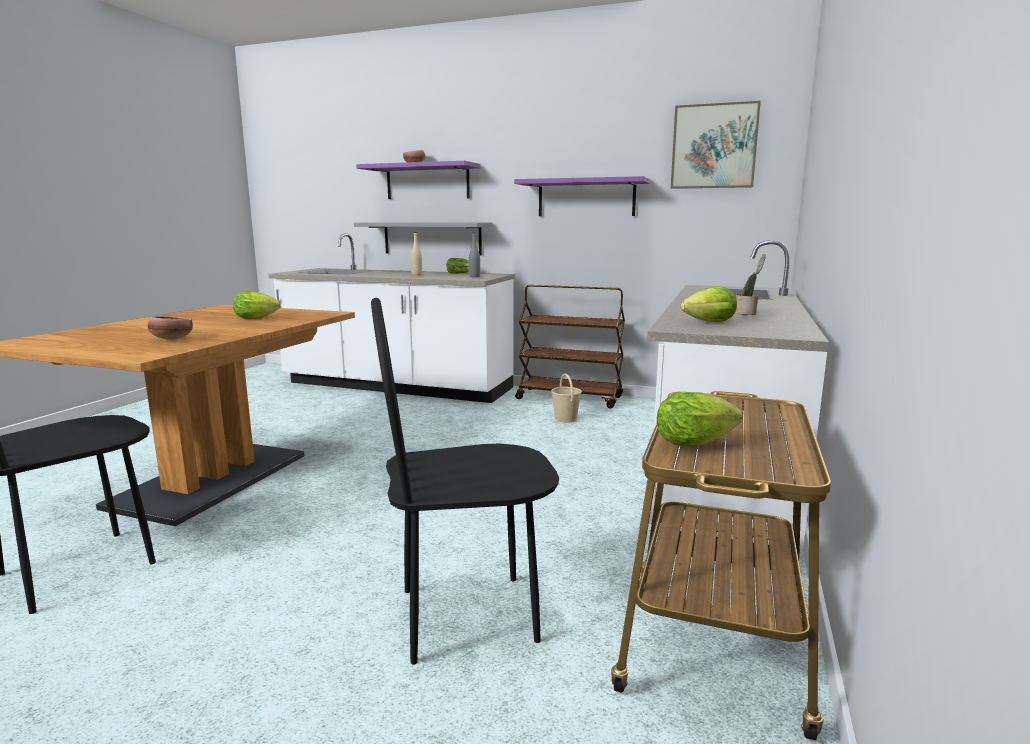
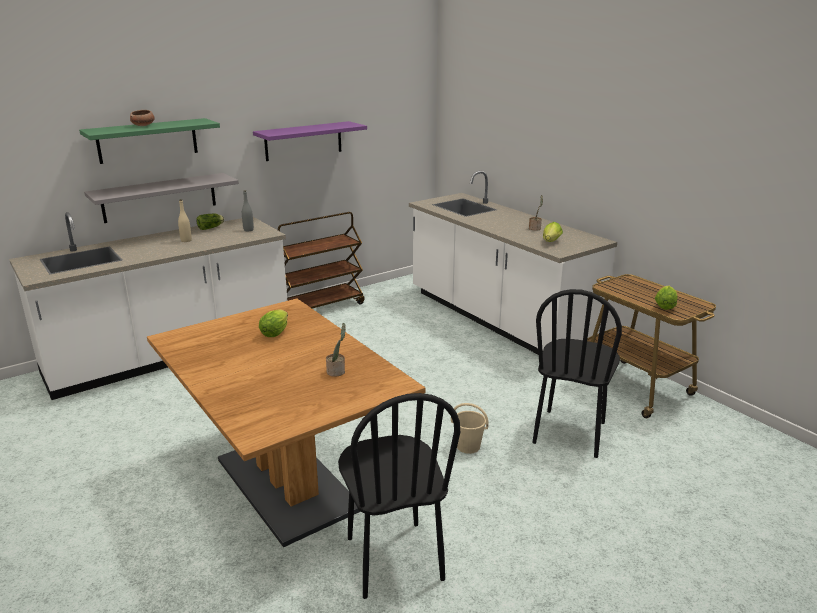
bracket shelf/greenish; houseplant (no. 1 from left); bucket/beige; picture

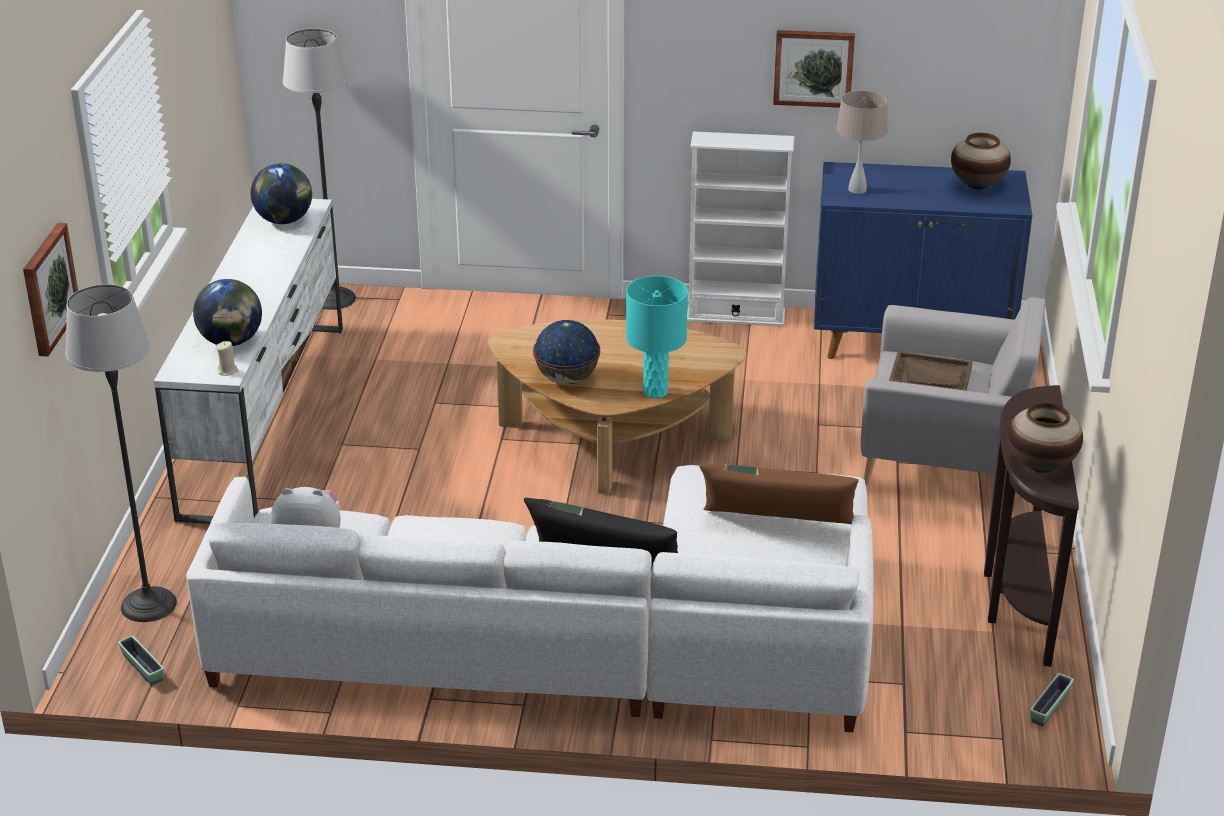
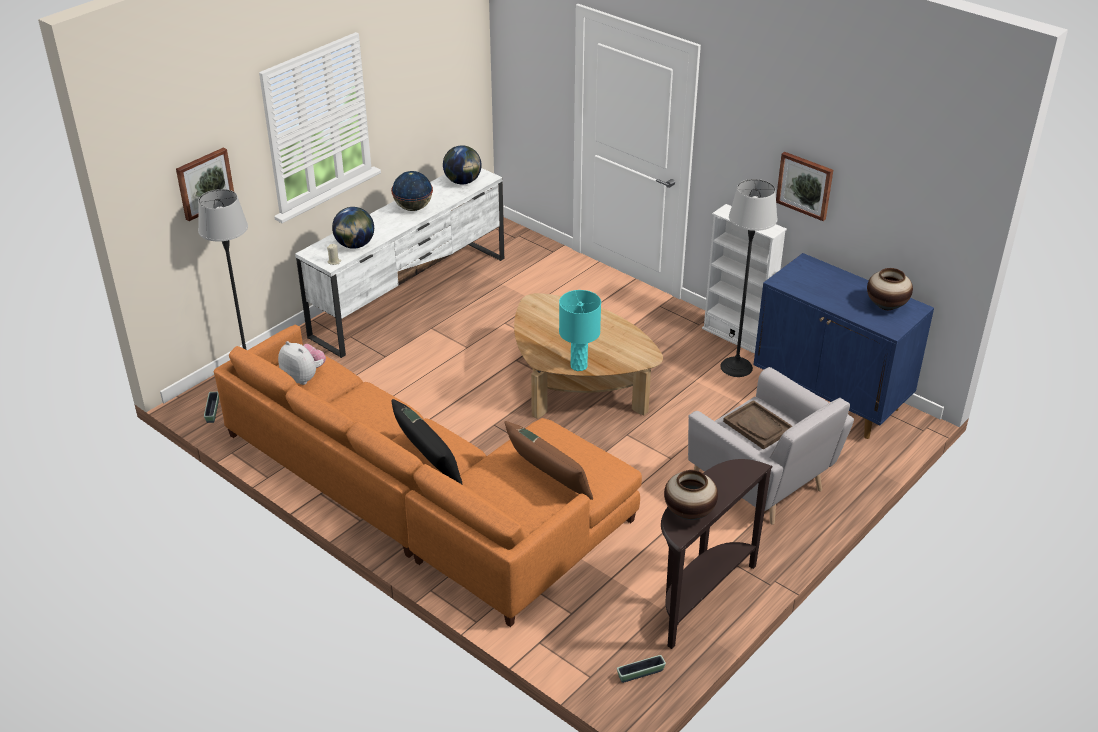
sofa/orangey; world globe (no. 2 from left); standing lamp (no. 2 from left); tabletop lamp/beige

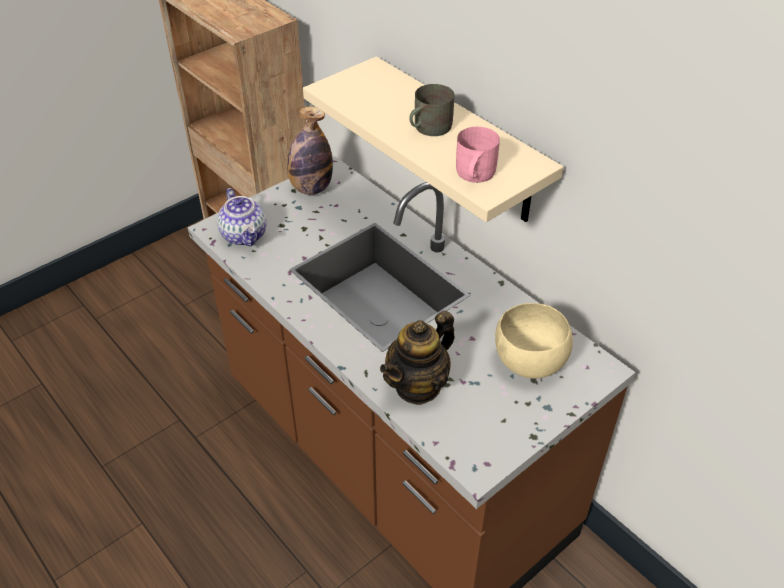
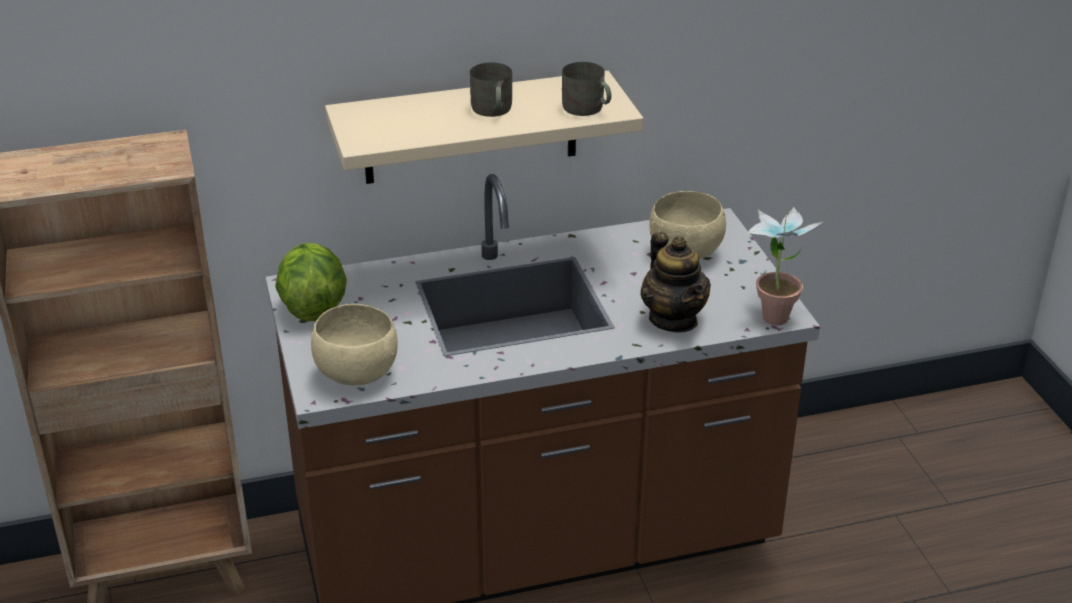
lettuce head; deep dish/beige (no. 1 from left); tea mug/gray (no. 2 from left); houseplant

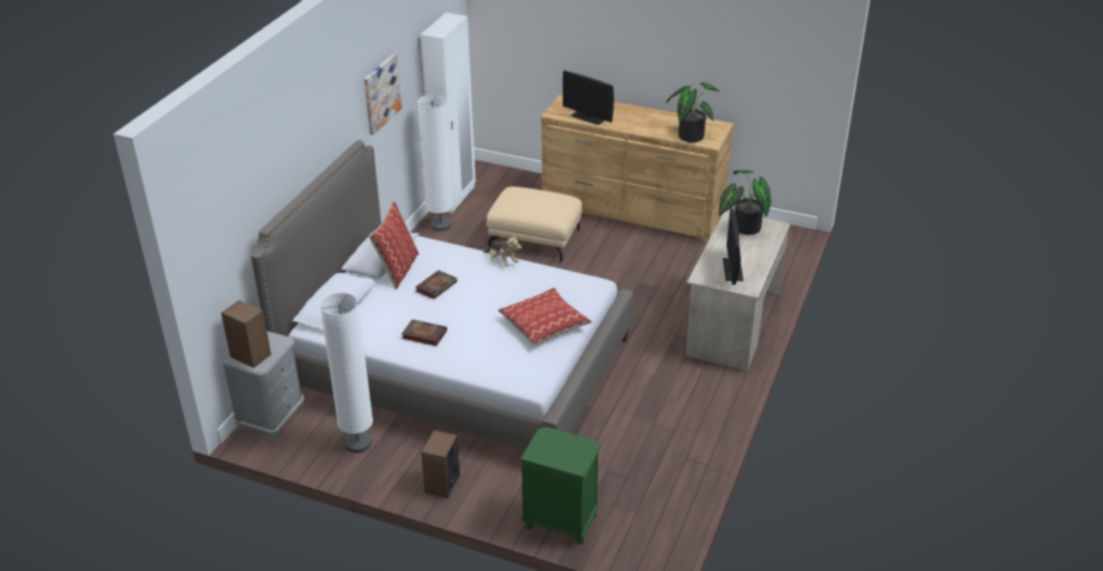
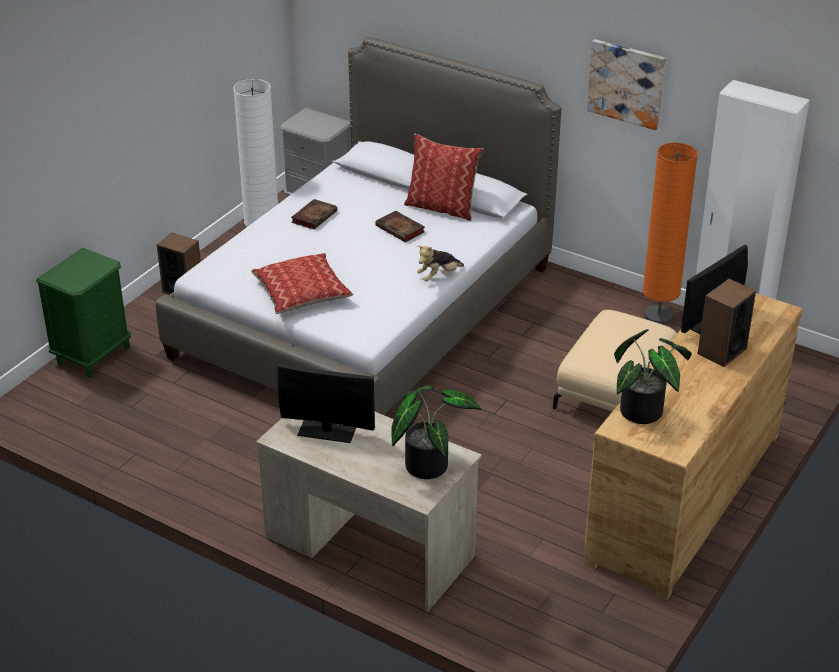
standing lamp/orangey; loudspeaker (no. 2 from left)

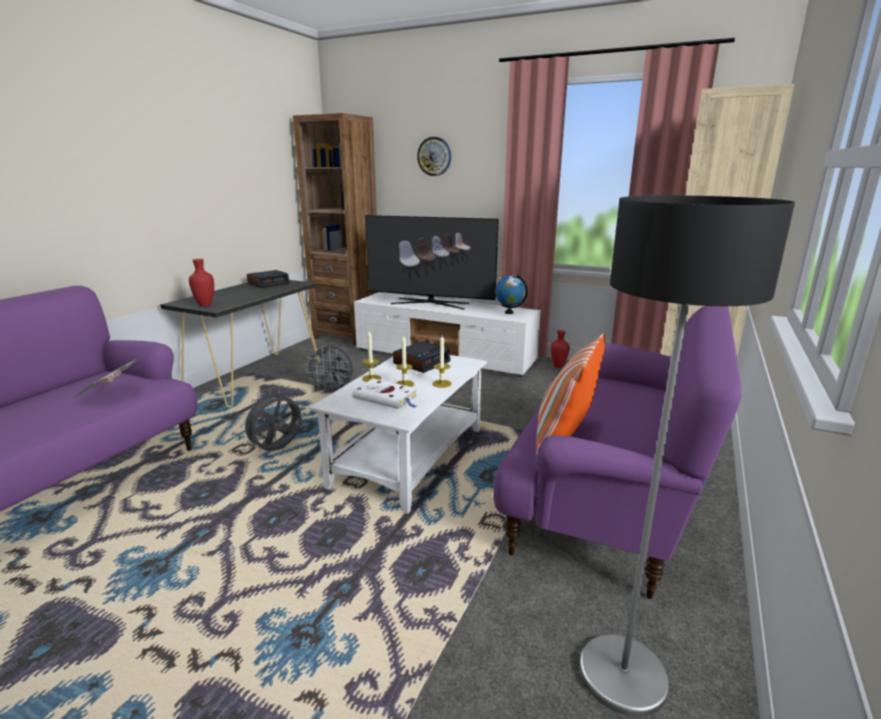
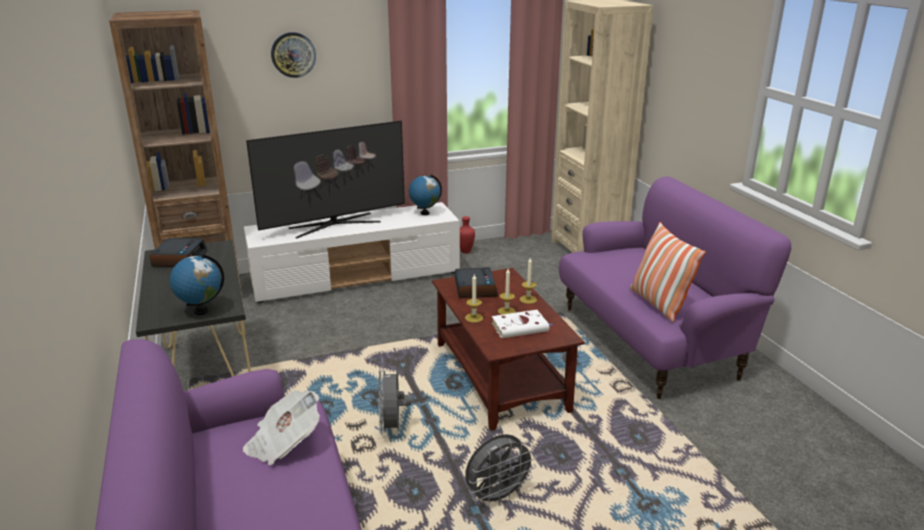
world globe (no. 1 from left); low table/brown; cooling fan/gray (no. 2 from left); standing lamp

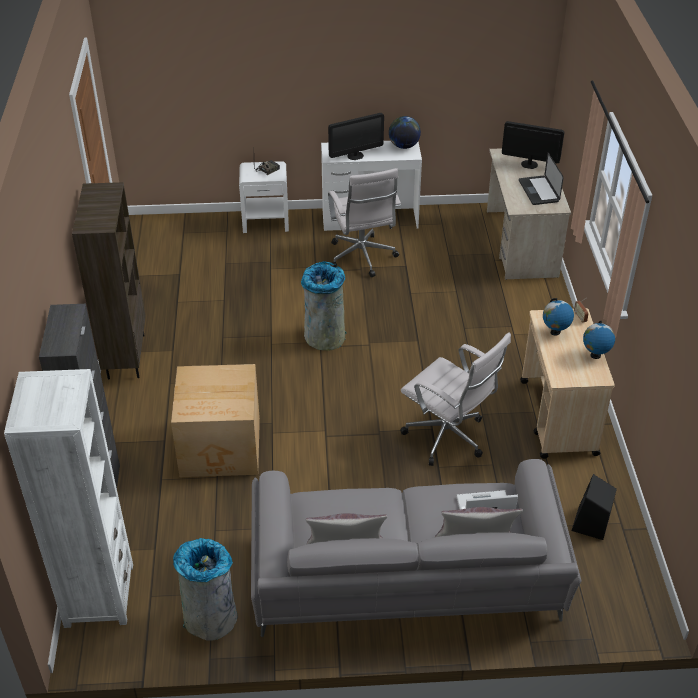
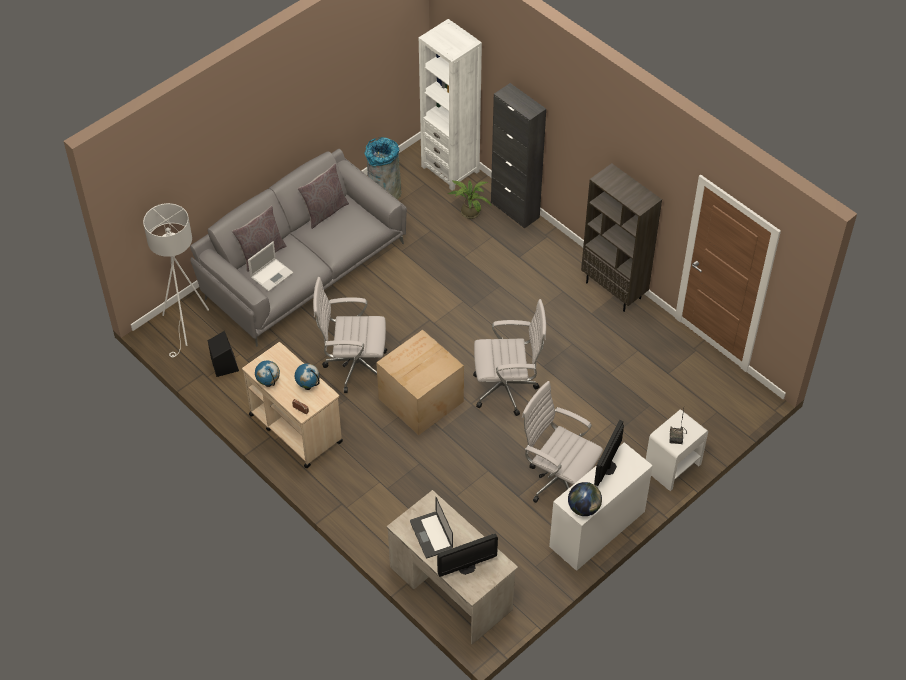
standing lamp/white; packing box; portable computer (no. 2 from left); houseplant; desk chair/white (no. 2 from left)

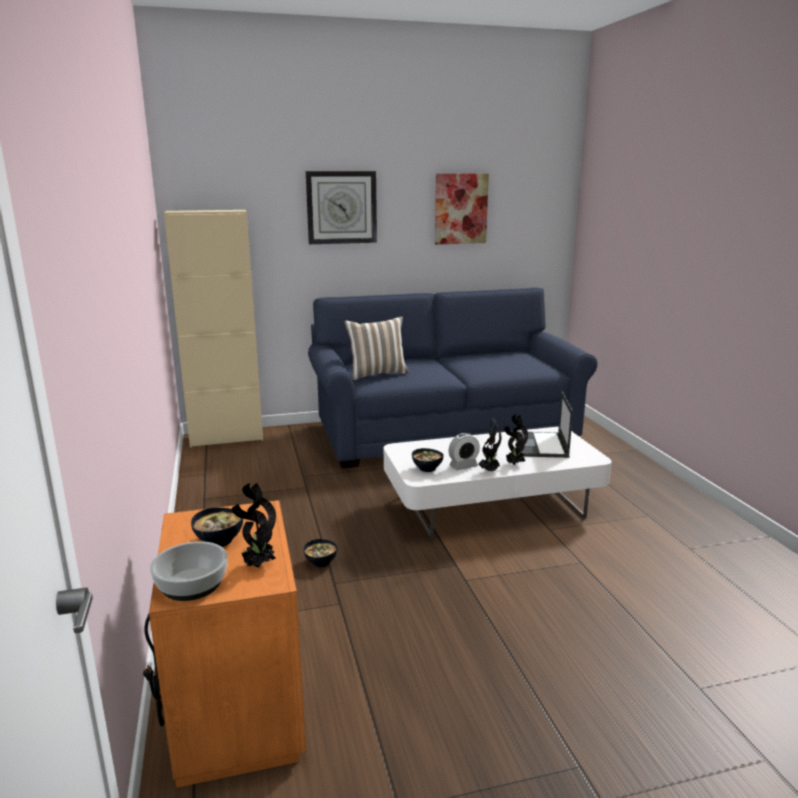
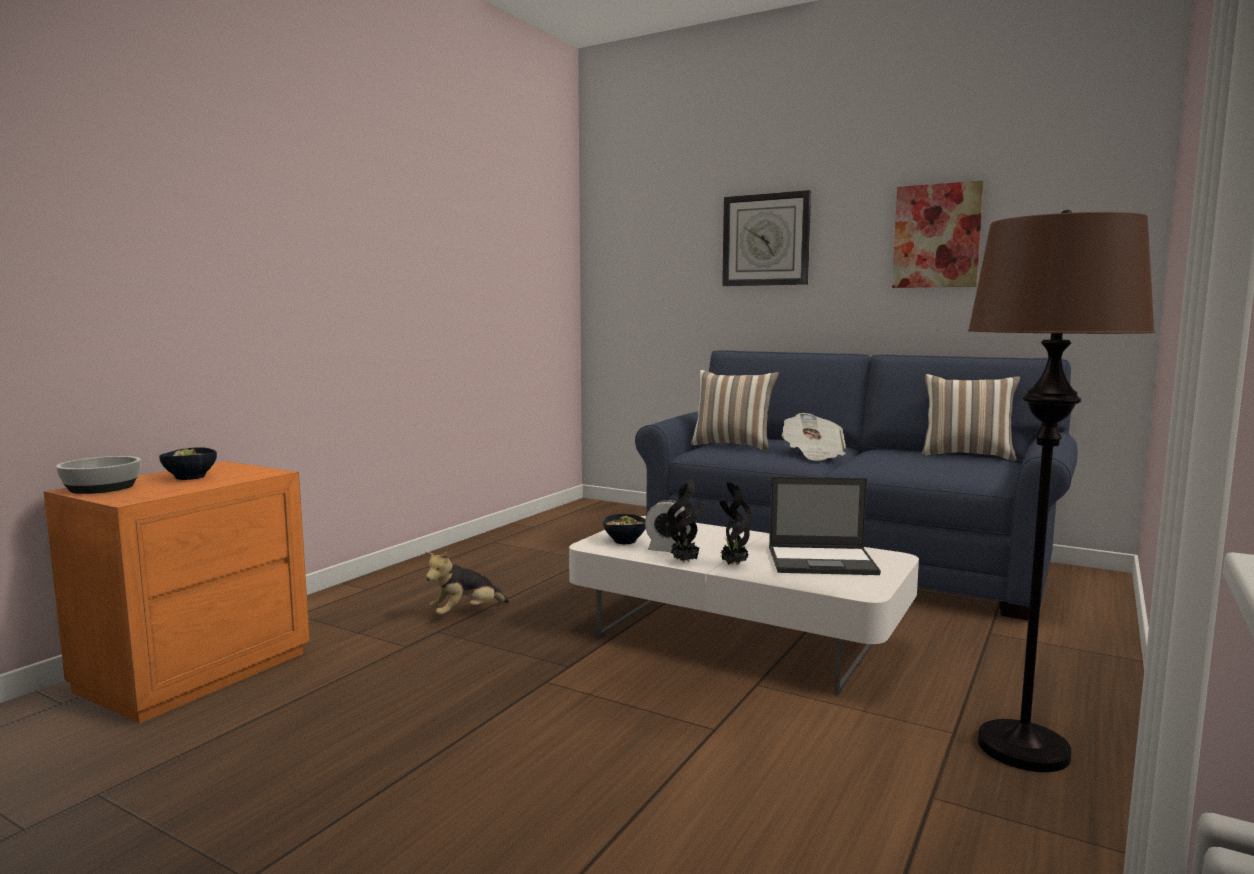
plush toy; portable computer; newspaper; throw pillow (no. 2 from left); standing lamp/brown; storage cabinet/beige; houseplant (no. 1 from left in the first image)

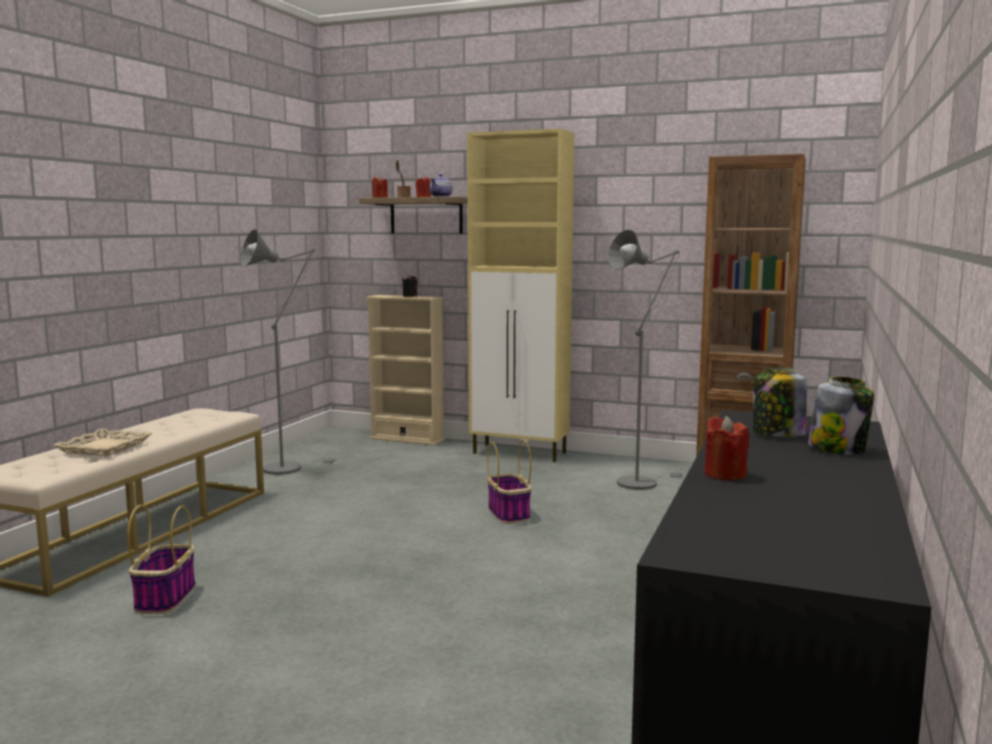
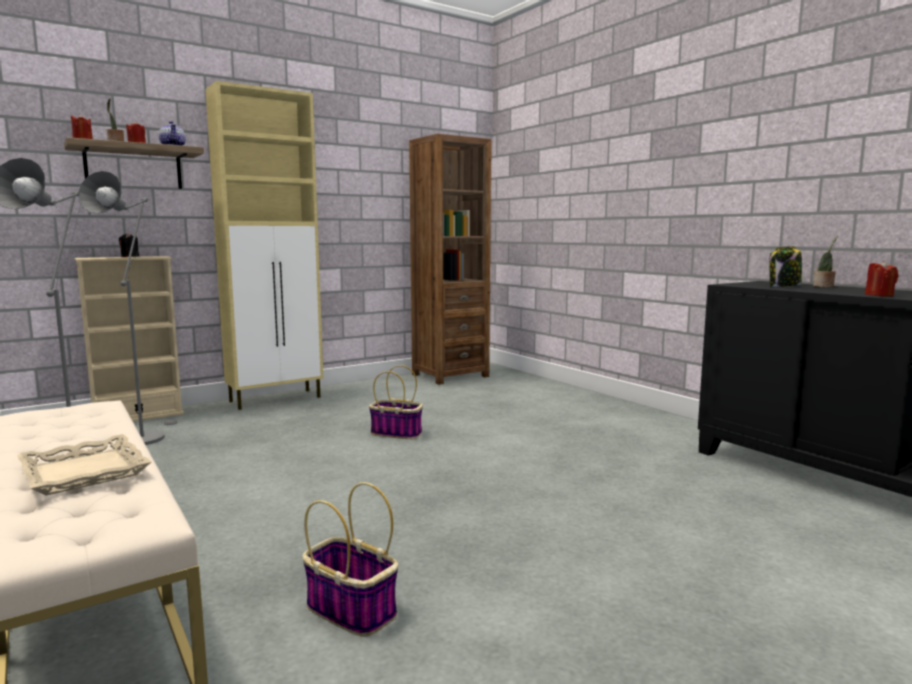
standing lamp/gray (no. 2 from left); houseplant (no. 2 from left)

